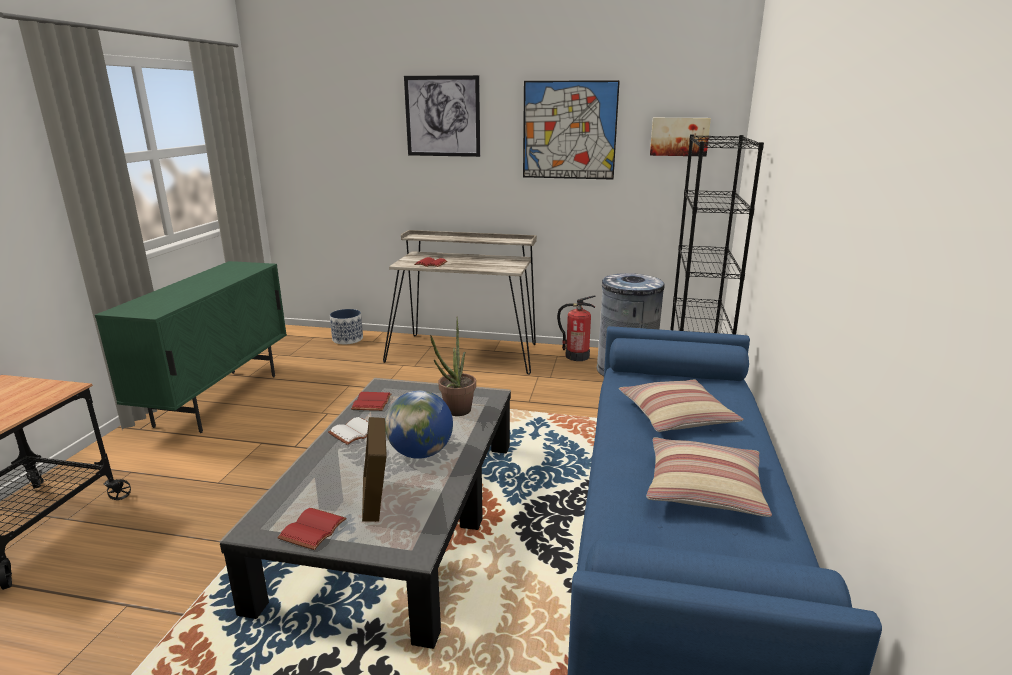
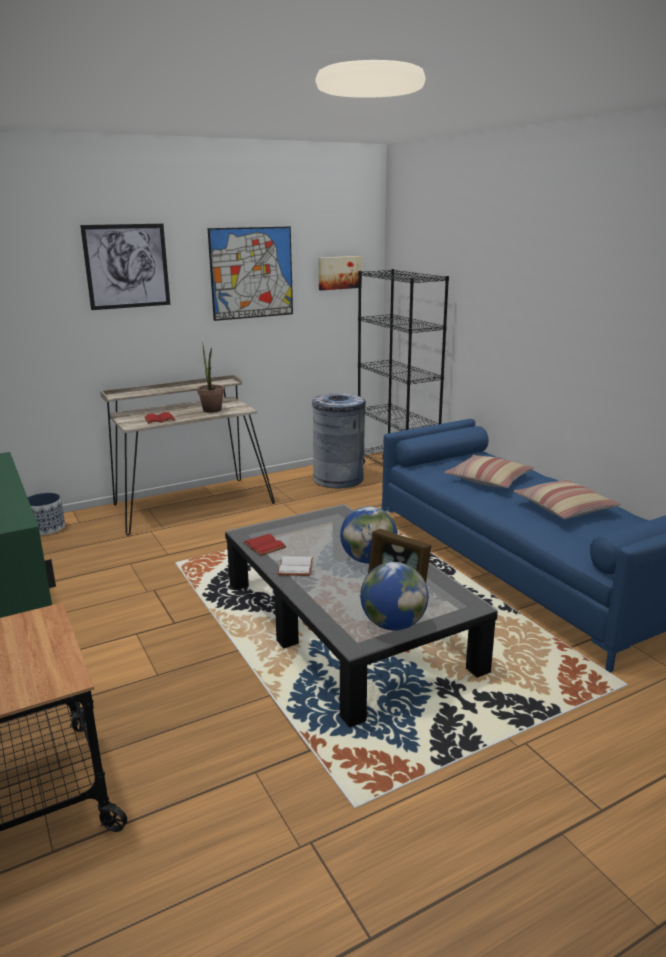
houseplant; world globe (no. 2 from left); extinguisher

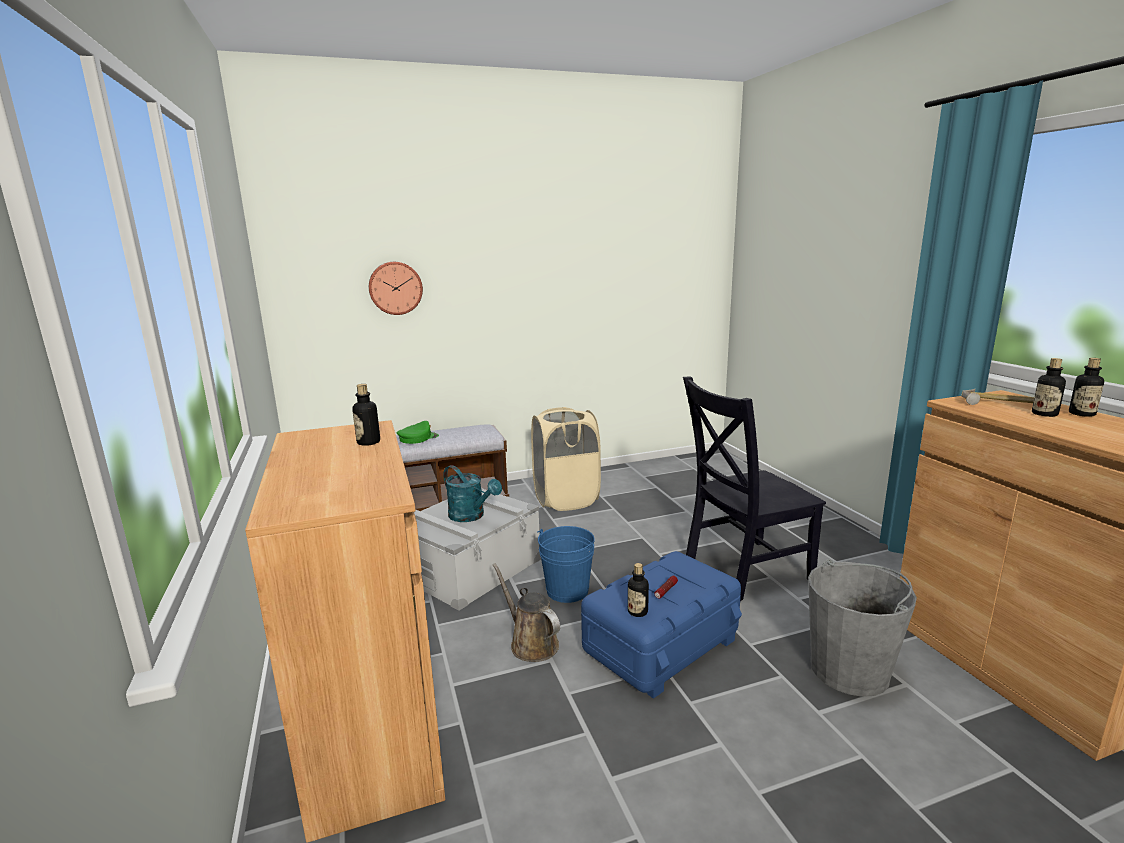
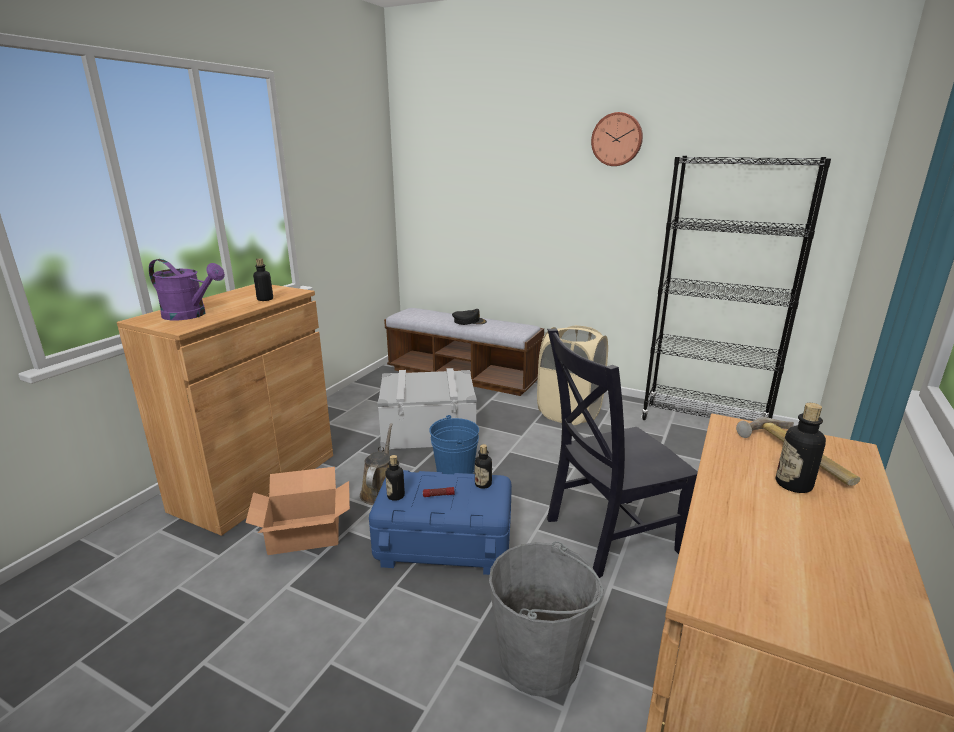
sprinkling can/purplish; packing box; peaked cap/black; beverage bottle (no. 3 from left); upright chair/black; clock on the wall; bookcase/black; sprinkling can/turquoise-coloured

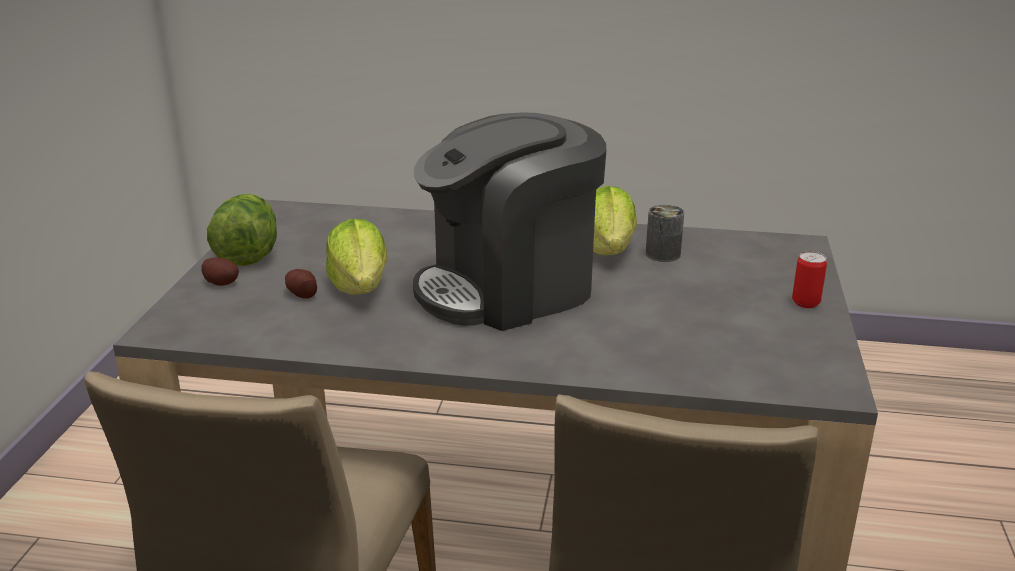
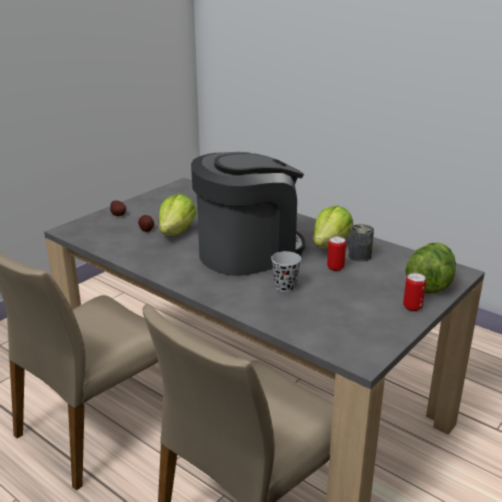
coffee brewer; small cup/black; can (no. 1 from left); lettuce head (no. 3 from left)

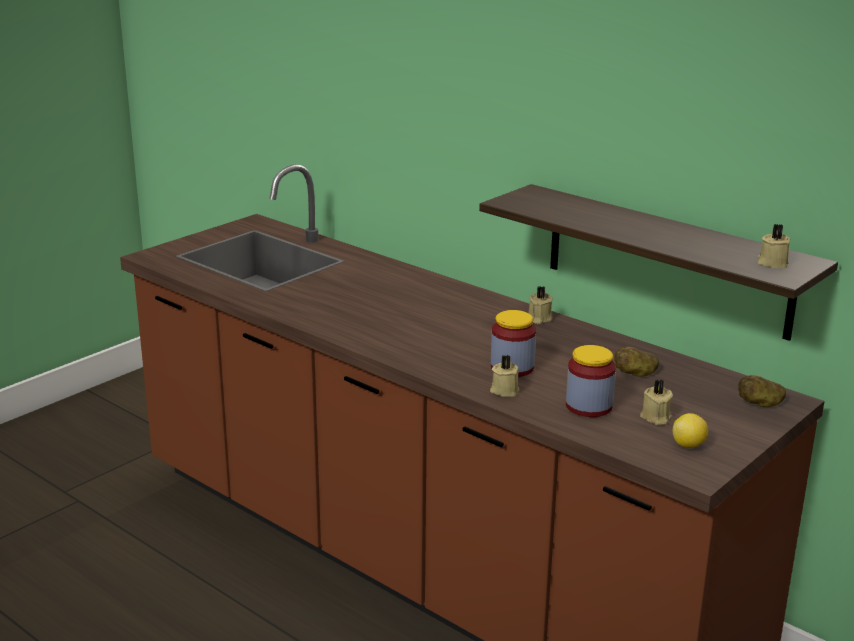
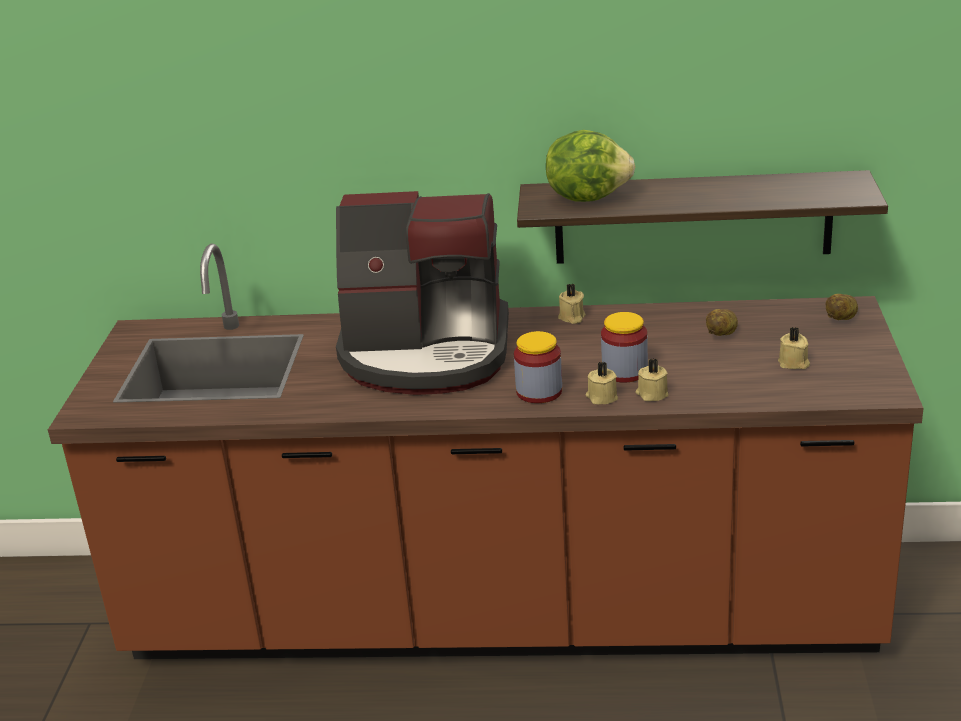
coffee brewer; preserve jar (no. 1 from left); lettuce head; wax light/beige (no. 2 from left); citrus fruit

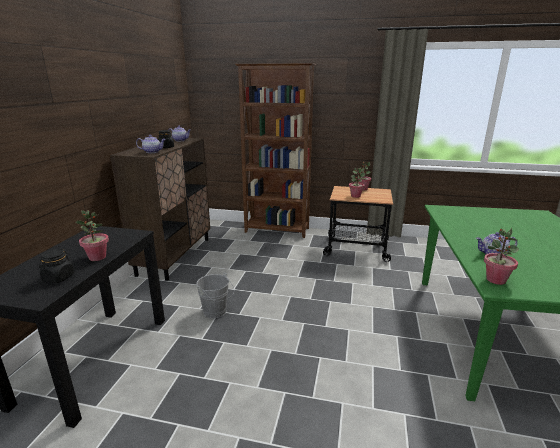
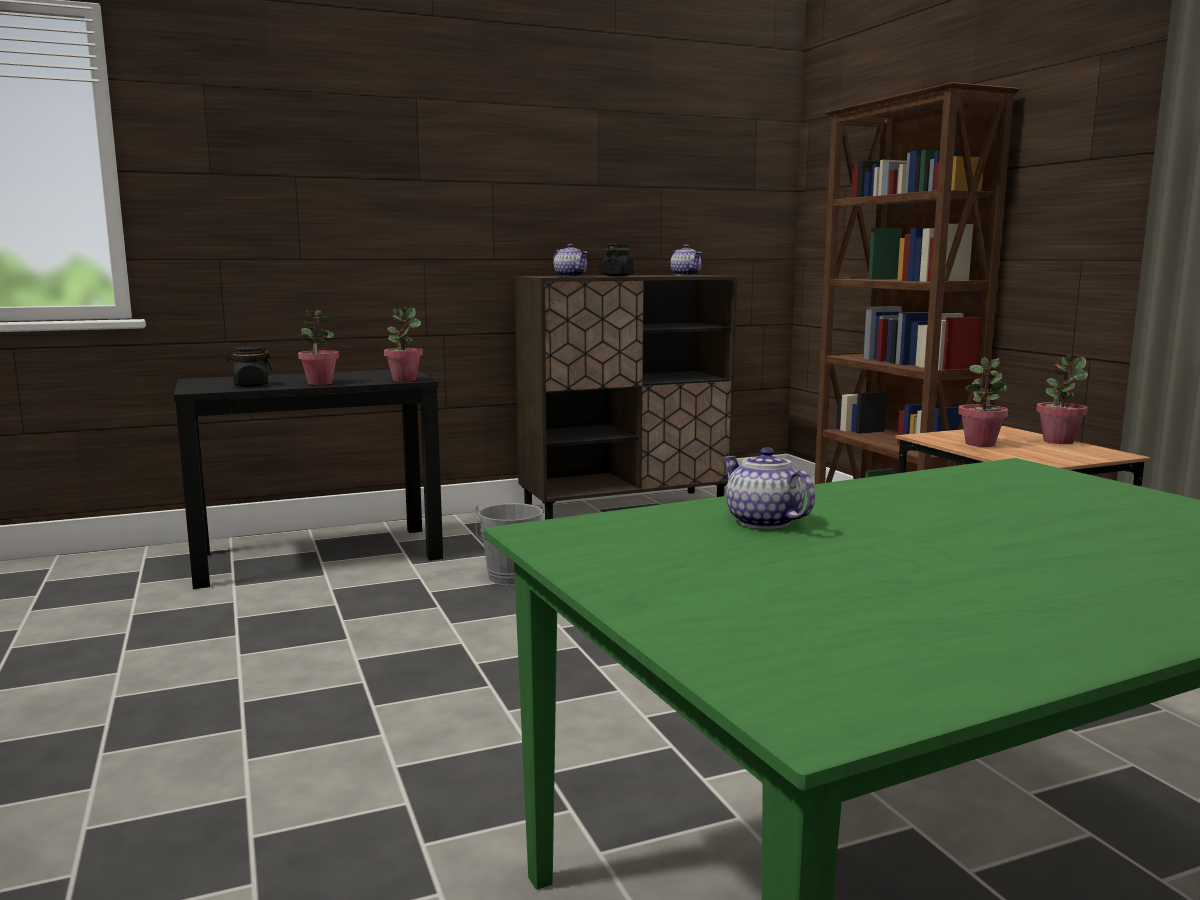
houseplant (no. 2 from left)

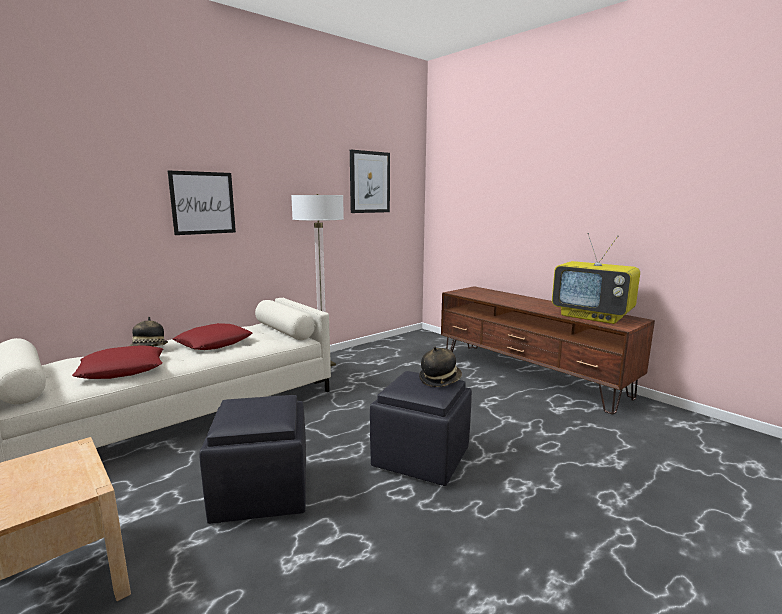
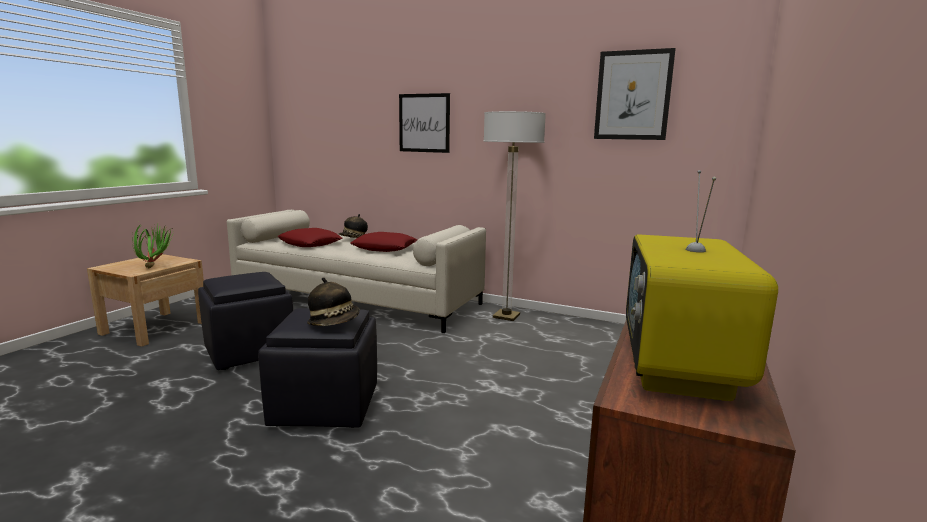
houseplant

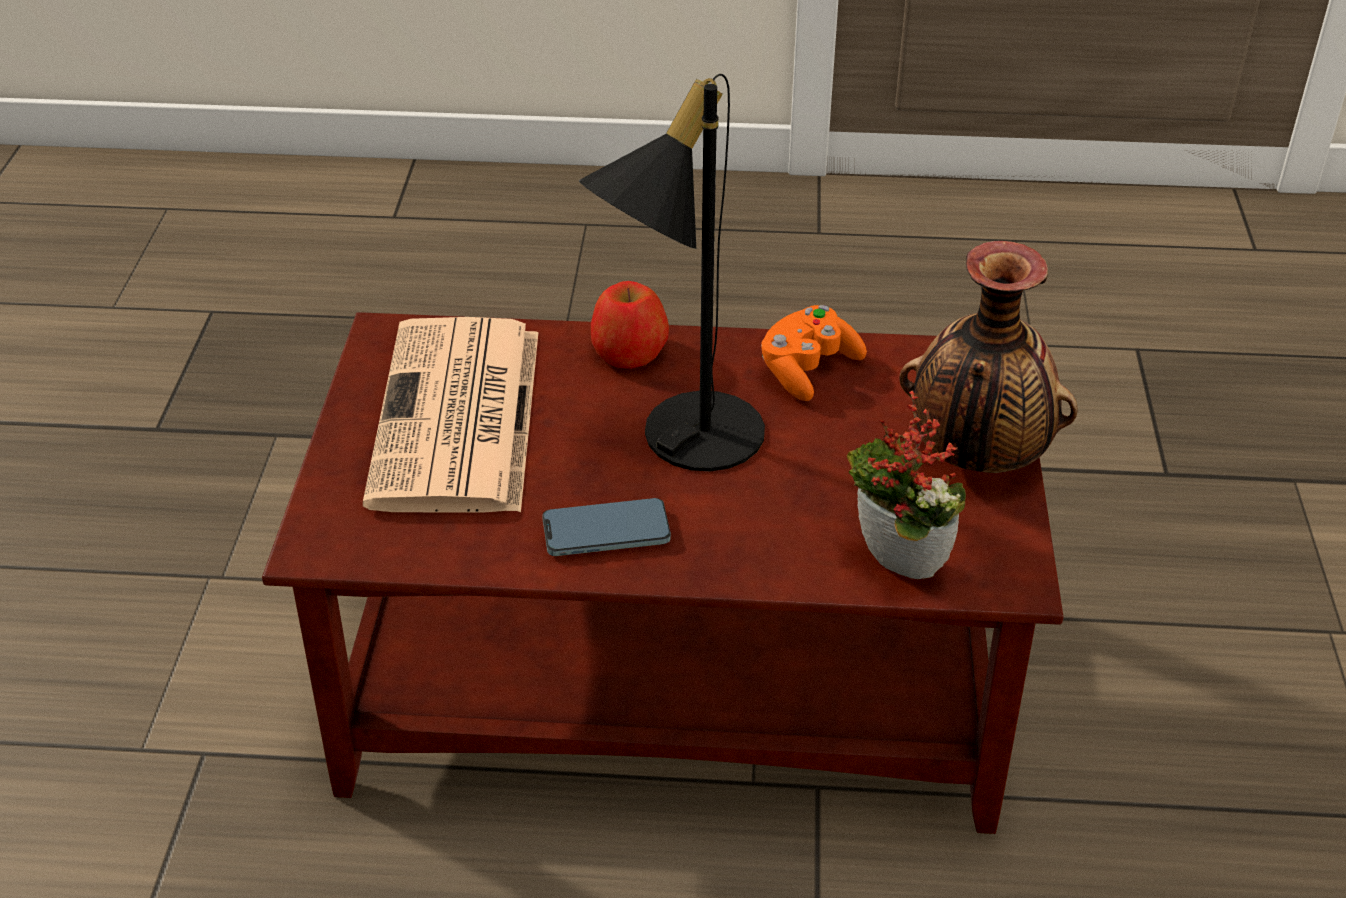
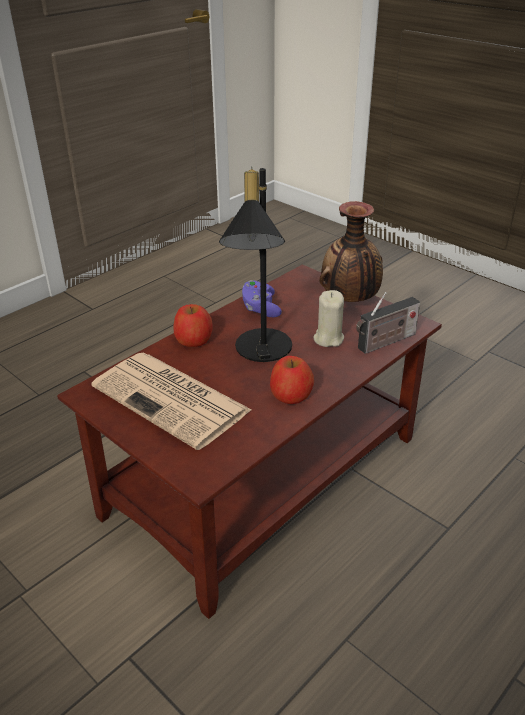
game controller/purplish; apple fruit (no. 2 from left); wax light/beige; radio

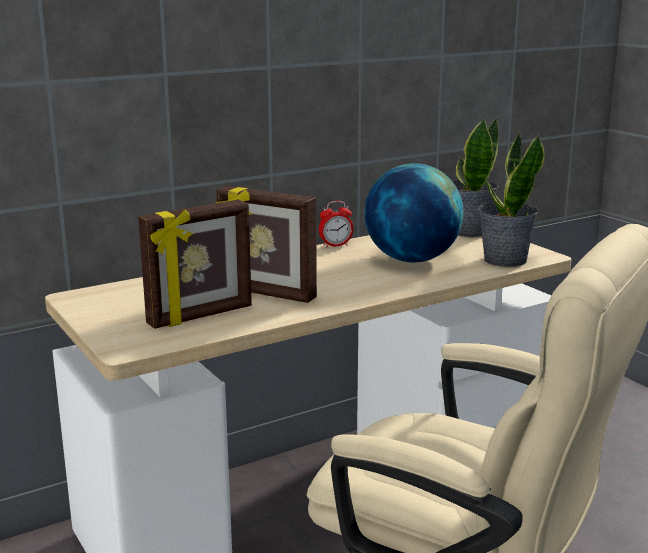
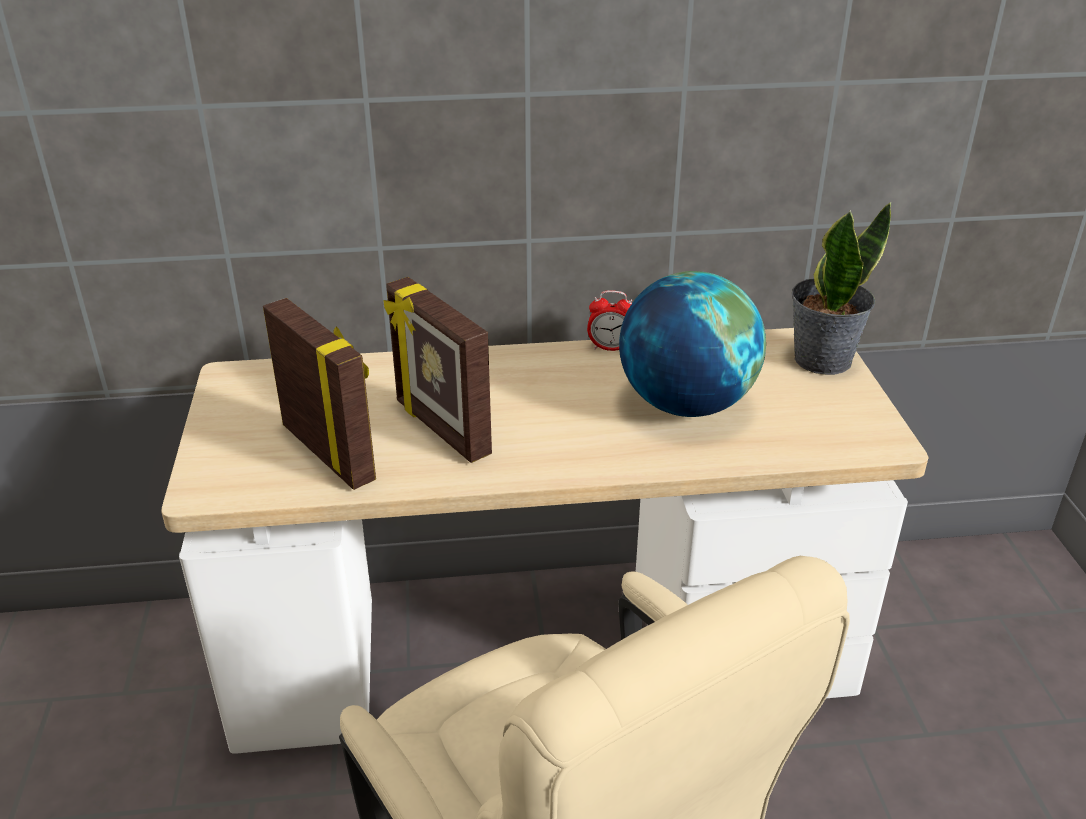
photo frame (no. 1 from left); houseplant (no. 2 from left in the first image)

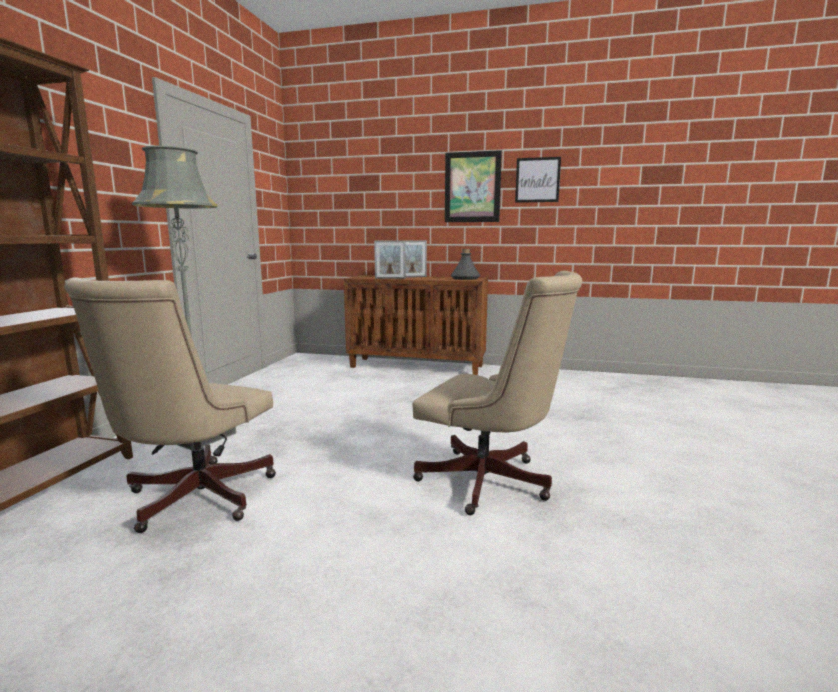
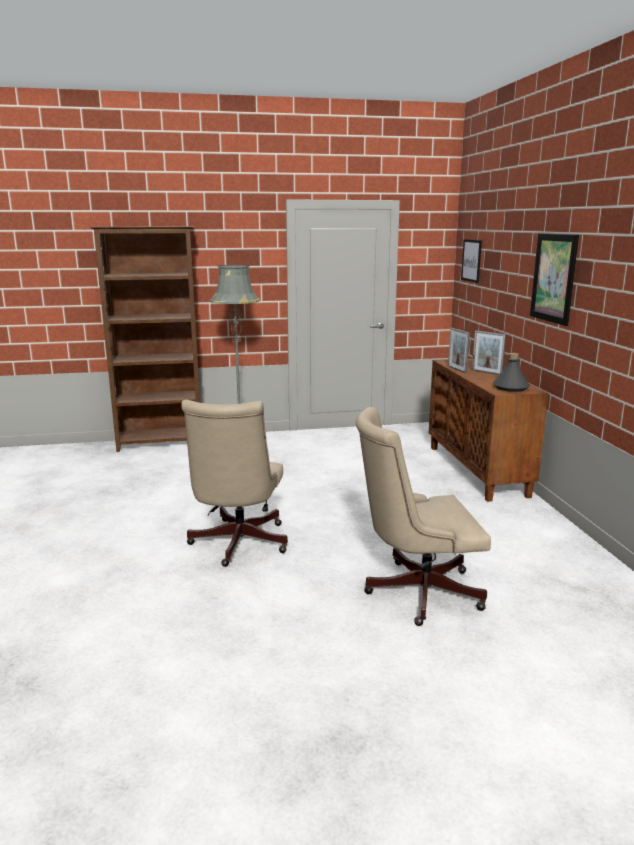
desk chair/beige (no. 2 from left); picture (no. 1 from left)

